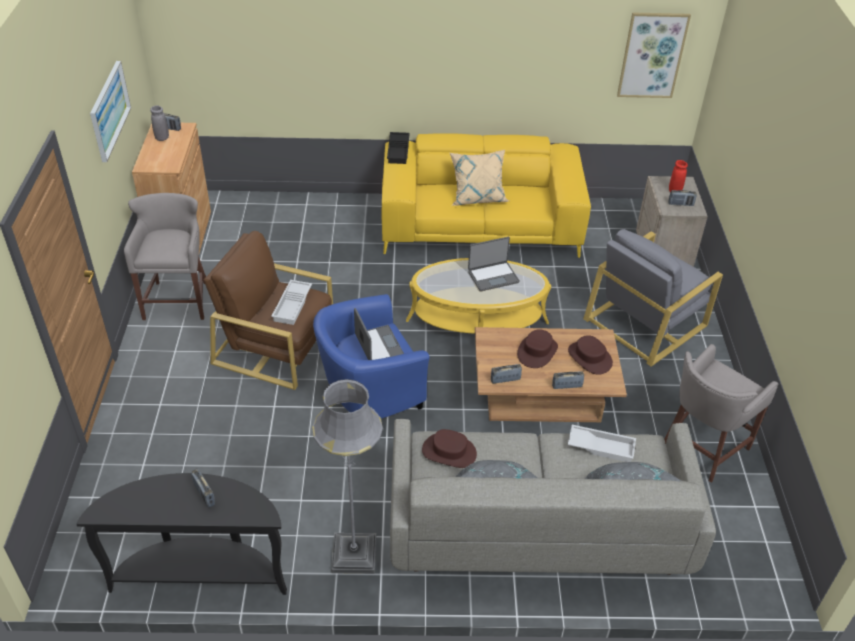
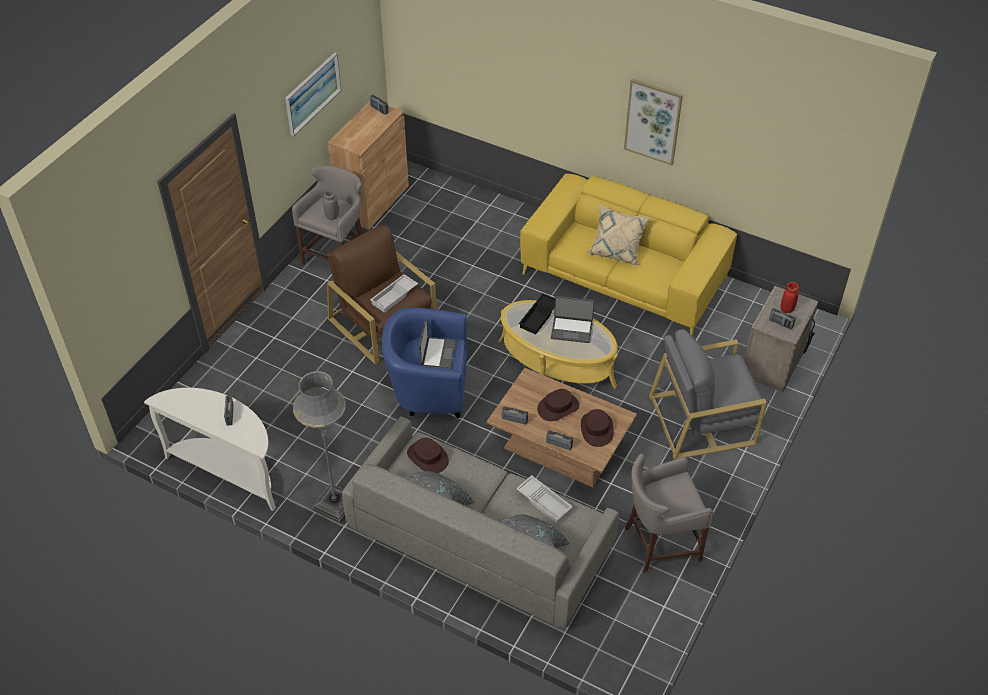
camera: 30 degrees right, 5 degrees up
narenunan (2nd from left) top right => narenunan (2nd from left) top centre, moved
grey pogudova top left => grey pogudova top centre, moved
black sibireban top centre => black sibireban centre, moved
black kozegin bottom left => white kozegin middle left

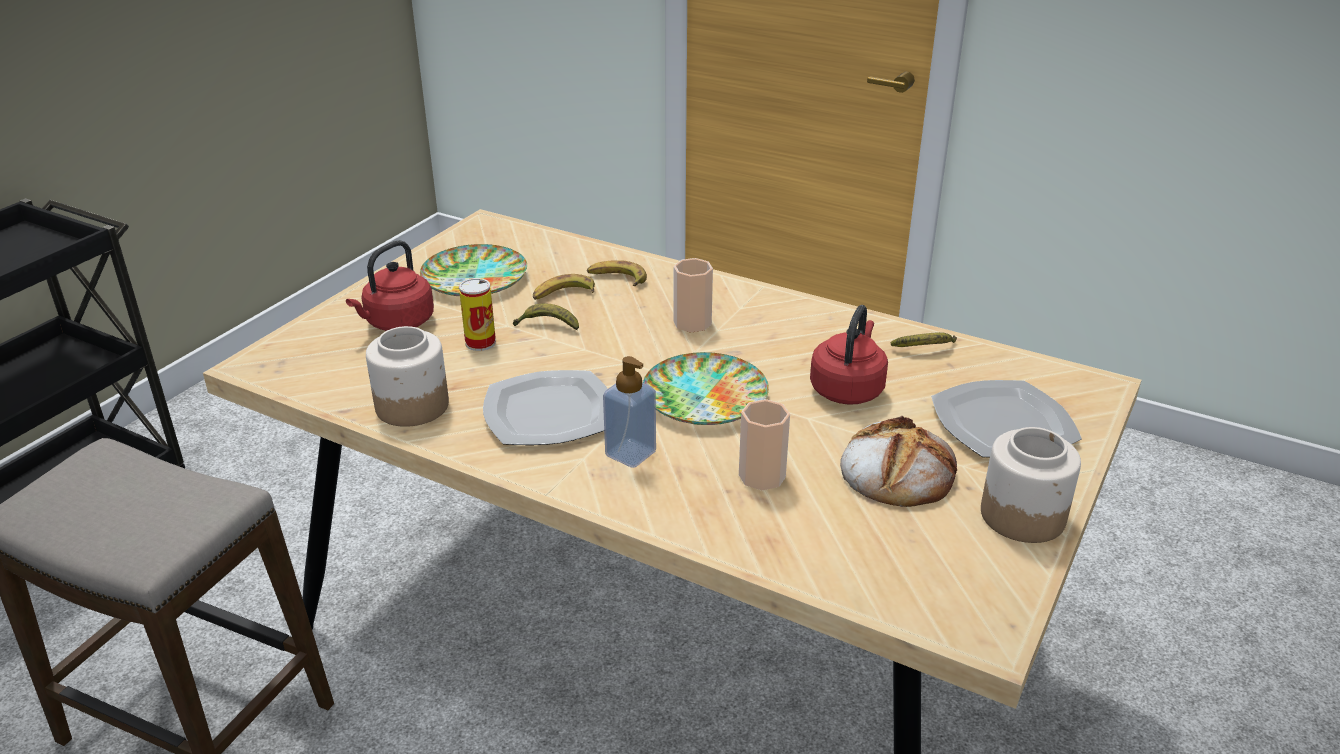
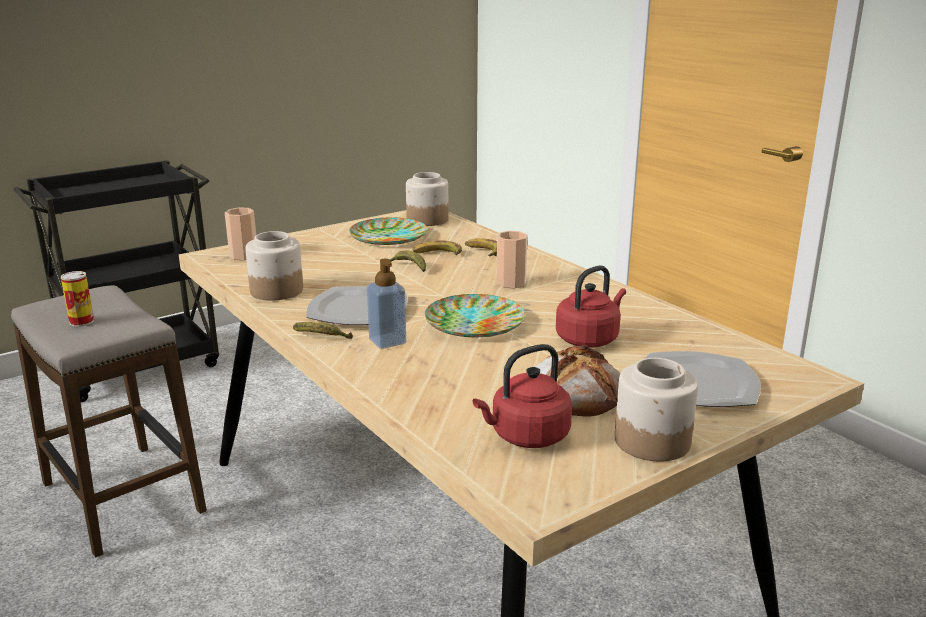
camera: 25 degrees right, 10 degrees down
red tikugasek (1st from left) middle left => red tikugasek (1st from left) centre, moved
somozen centre => somozen middle left, moved
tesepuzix (4th from left in the first image) middle right => tesepuzix (1st from left) centre, moved
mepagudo (2nd from left in the first image) centre => mepagudo (1st from left) middle left, moved
nothing => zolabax (2nd from left) top centre

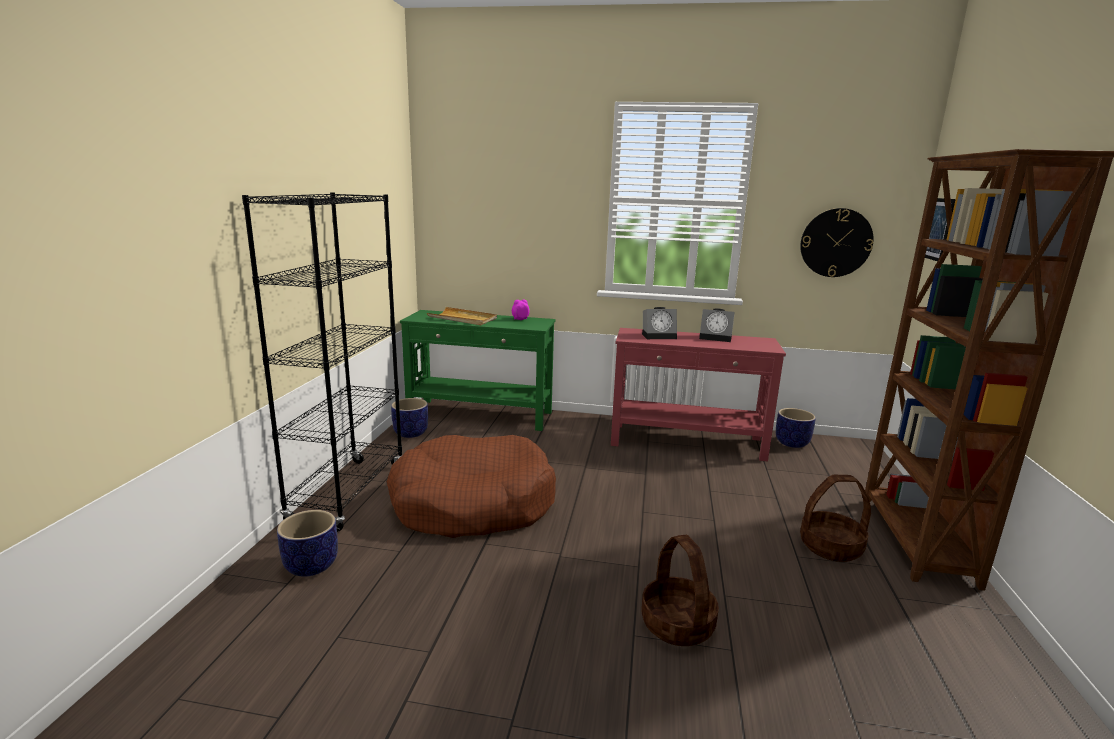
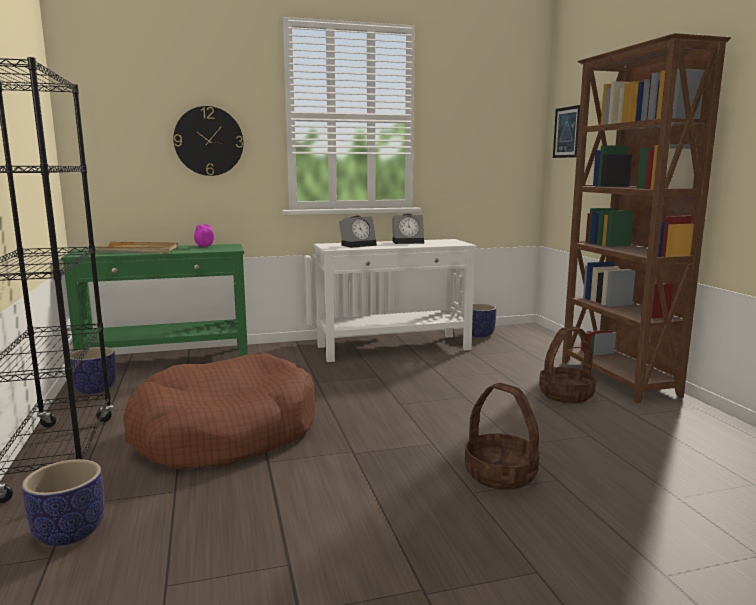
camera: 25 degrees left, 5 degrees down
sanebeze top right => sanebeze top left, moved
red kozegin centre => white kozegin centre

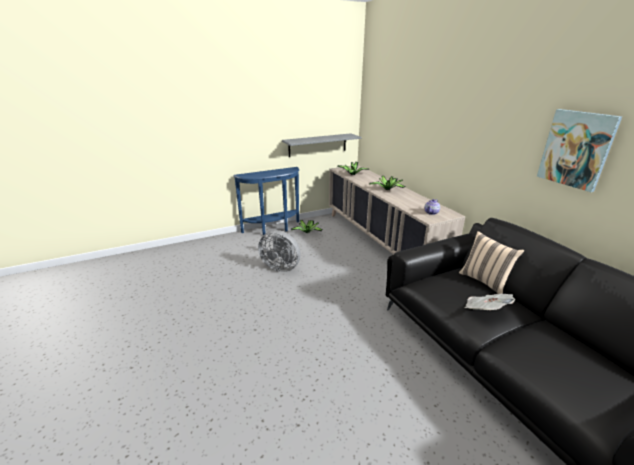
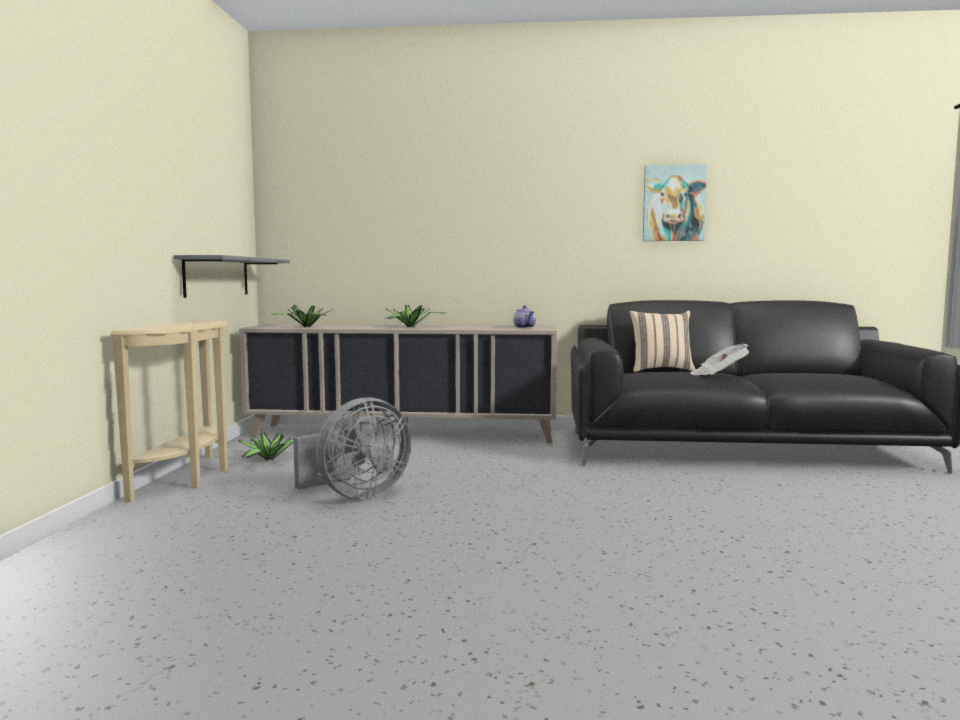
camera: 60 degrees left, 20 degrees down
blue kozegin centre => beige kozegin middle left

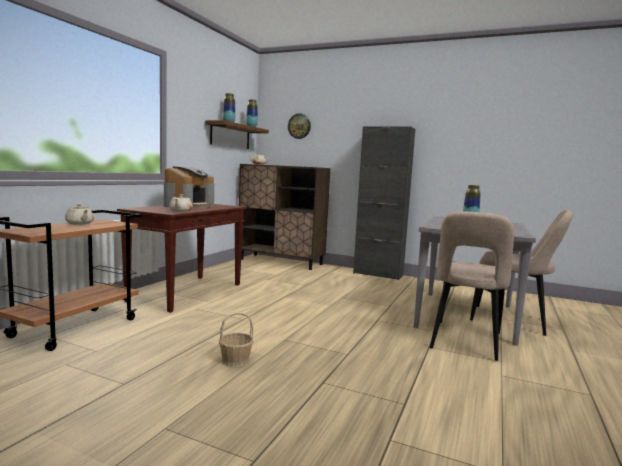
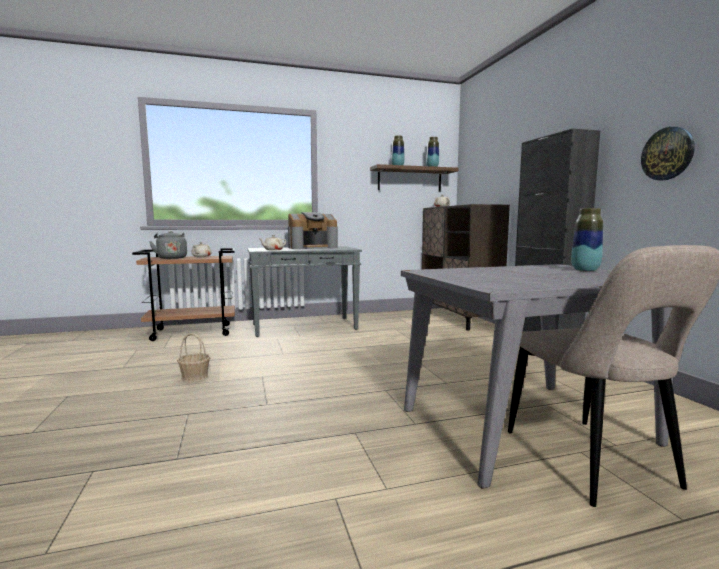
camera: 50 degrees right, 0 degrees up
sanebeze top centre => sanebeze top right, moved
brown kozegin middle left => grey kozegin centre
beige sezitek (1st from left) middle right => nothing
nothing => grey tikugasek middle left

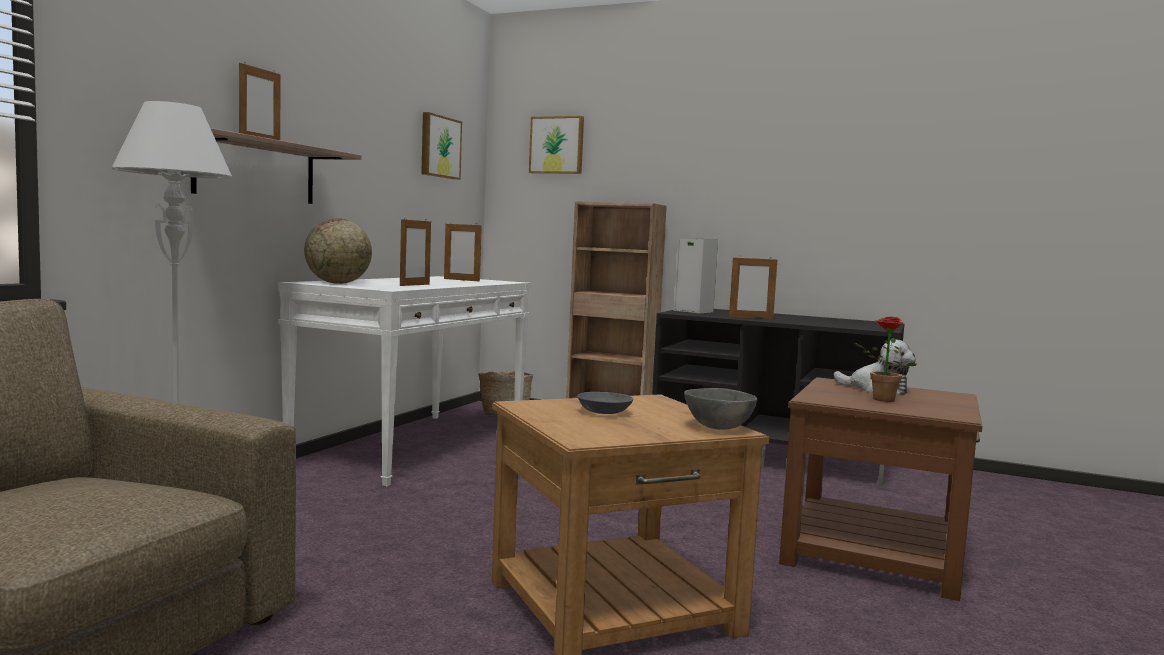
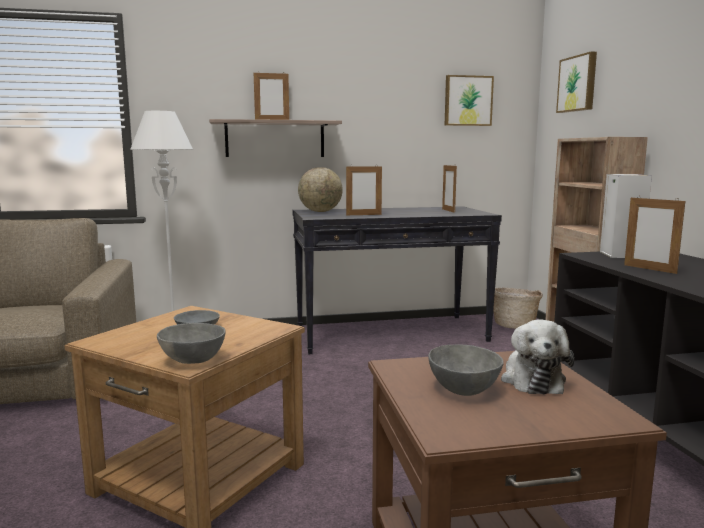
camera: 55 degrees right, 5 degrees up
white kozegin centre => black kozegin centre
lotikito middle right => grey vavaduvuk (3rd from left) bottom centre

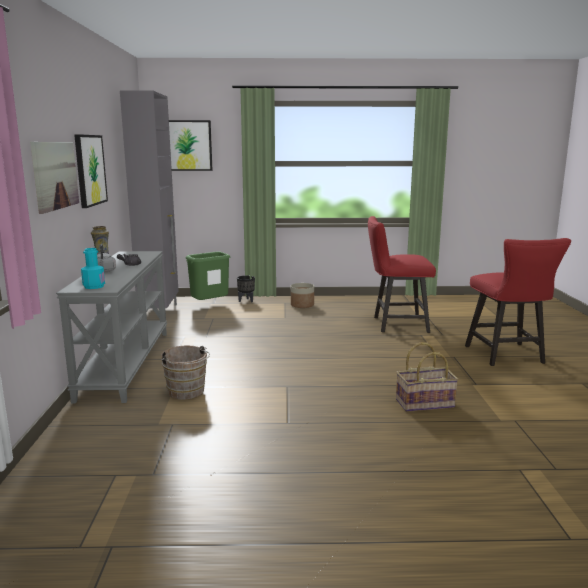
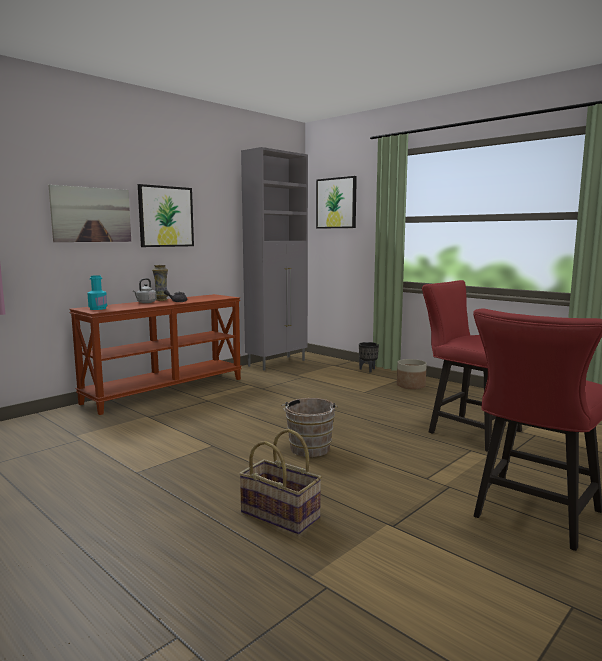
camera: 45 degrees right, 5 degrees down
grey kozegin middle left => brown kozegin middle left
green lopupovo centre => nothing
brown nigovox middle left => brown nigovox centre, moved

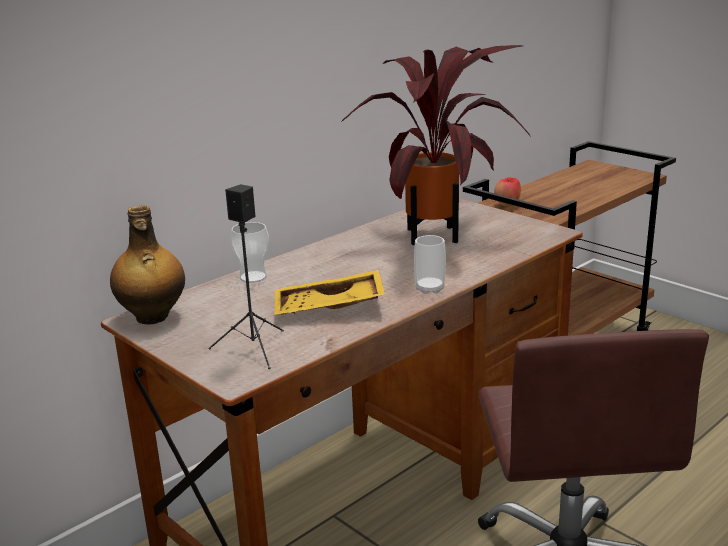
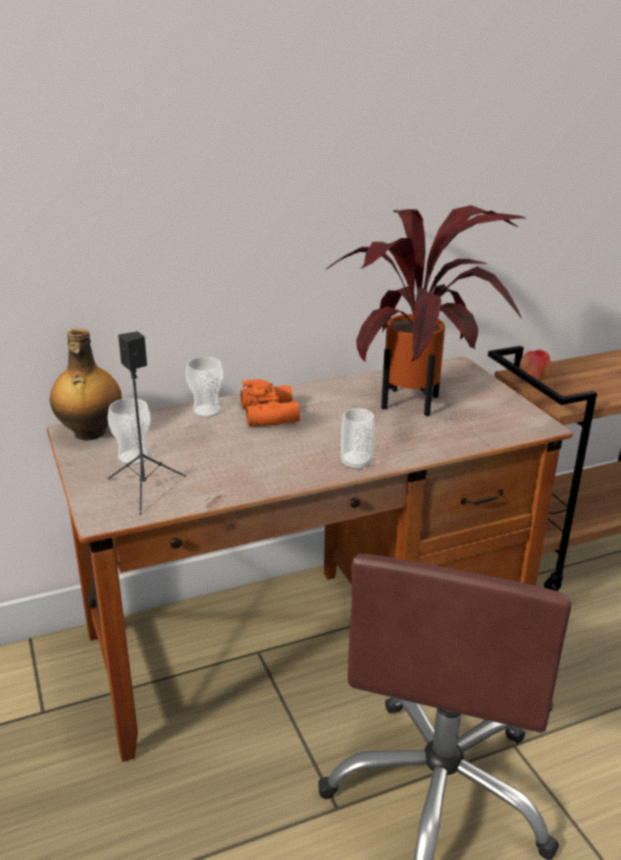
camera: 20 degrees right, 5 degrees up
yellow sibireban centre => nothing
nothing => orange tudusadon centre
nothing => mepagudo (1st from left) middle left

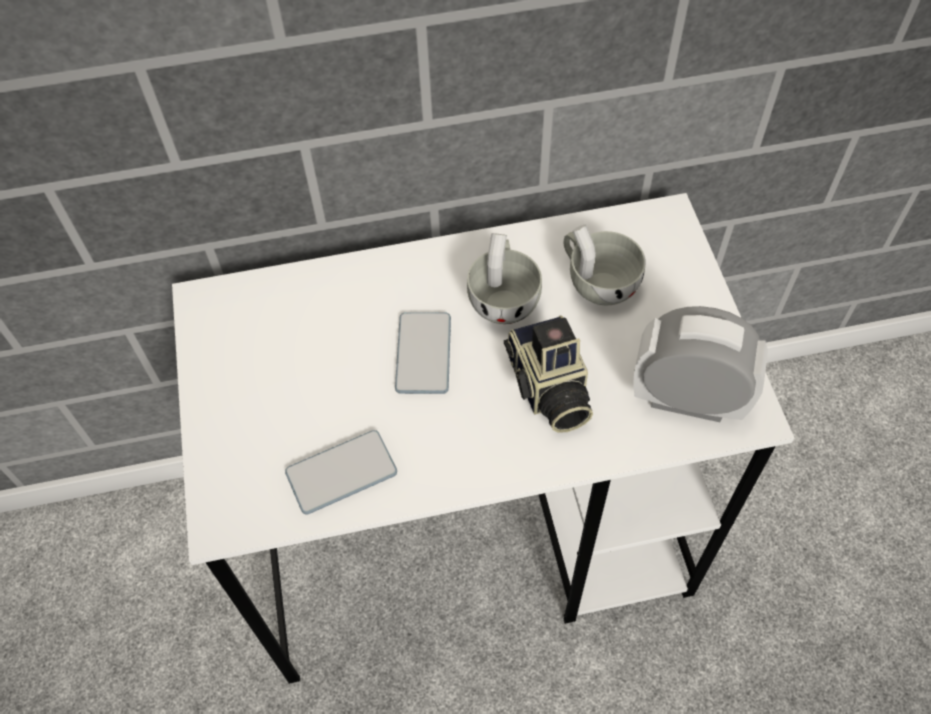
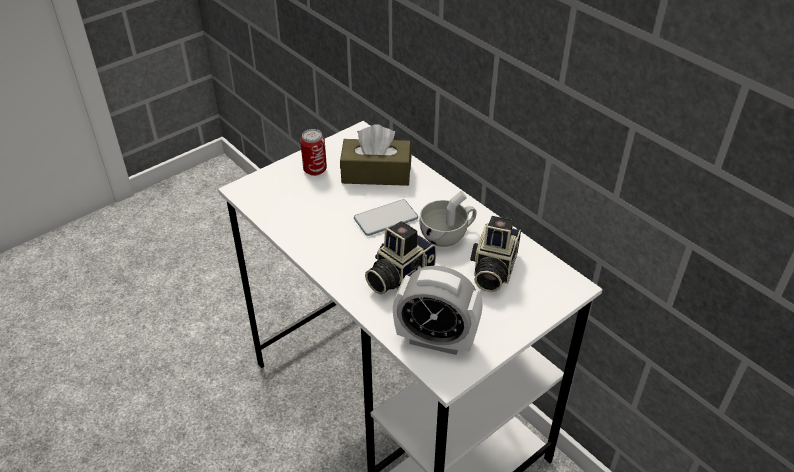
camera: 60 degrees right, 15 degrees down
white mepagudo (2nd from left) centre => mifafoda (2nd from left) centre
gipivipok middle right => gipivipok centre, 120 degrees clockwise
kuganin (1st from left) centre => nothing
nothing => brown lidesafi top centre
nothing => somozen top centre

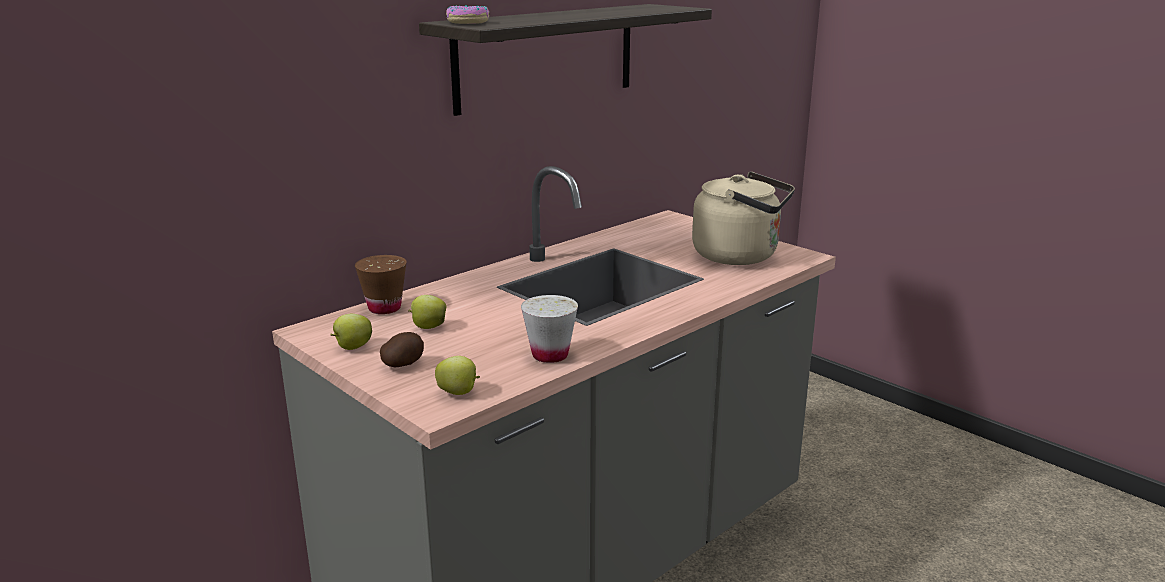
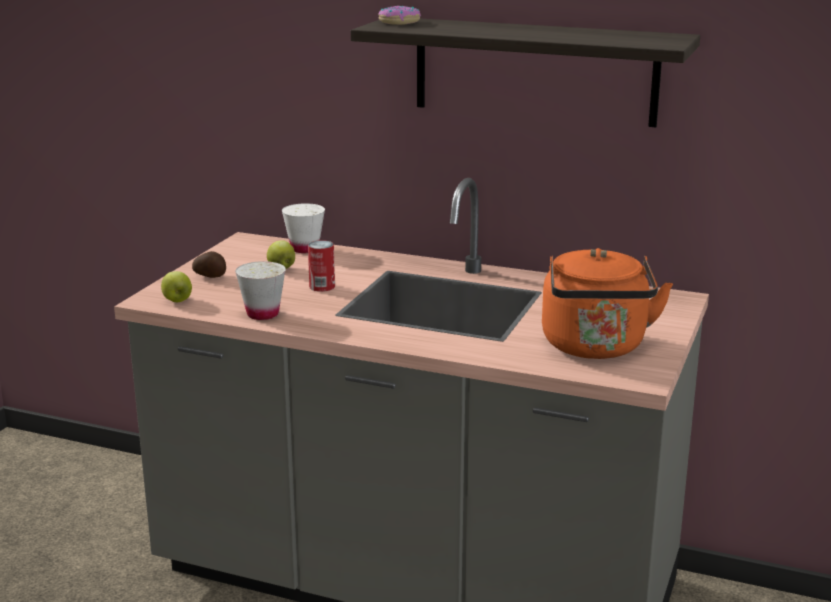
camera: 65 degrees right, 0 degrees up
beige tikugasek centre => orange tikugasek middle right
brown mepagudo middle left => white mepagudo (2nd from left) centre
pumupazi (1st from left) middle left => nothing
nothing => somozen centre

